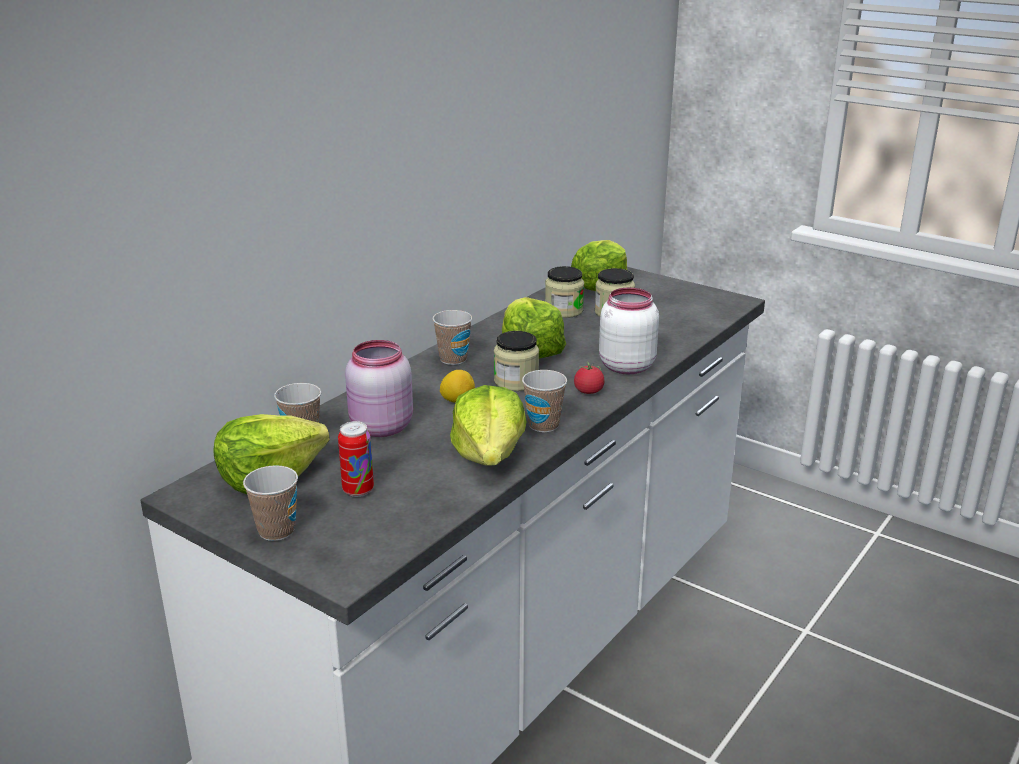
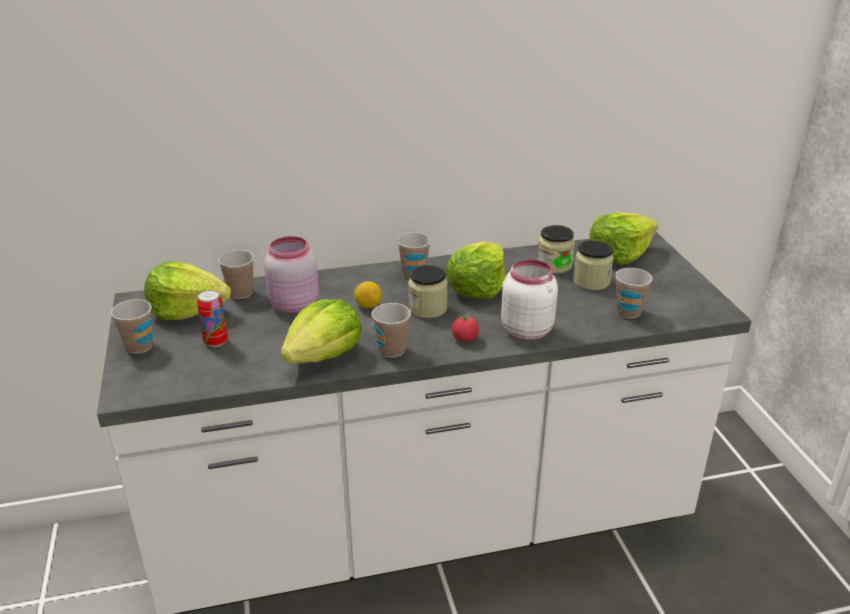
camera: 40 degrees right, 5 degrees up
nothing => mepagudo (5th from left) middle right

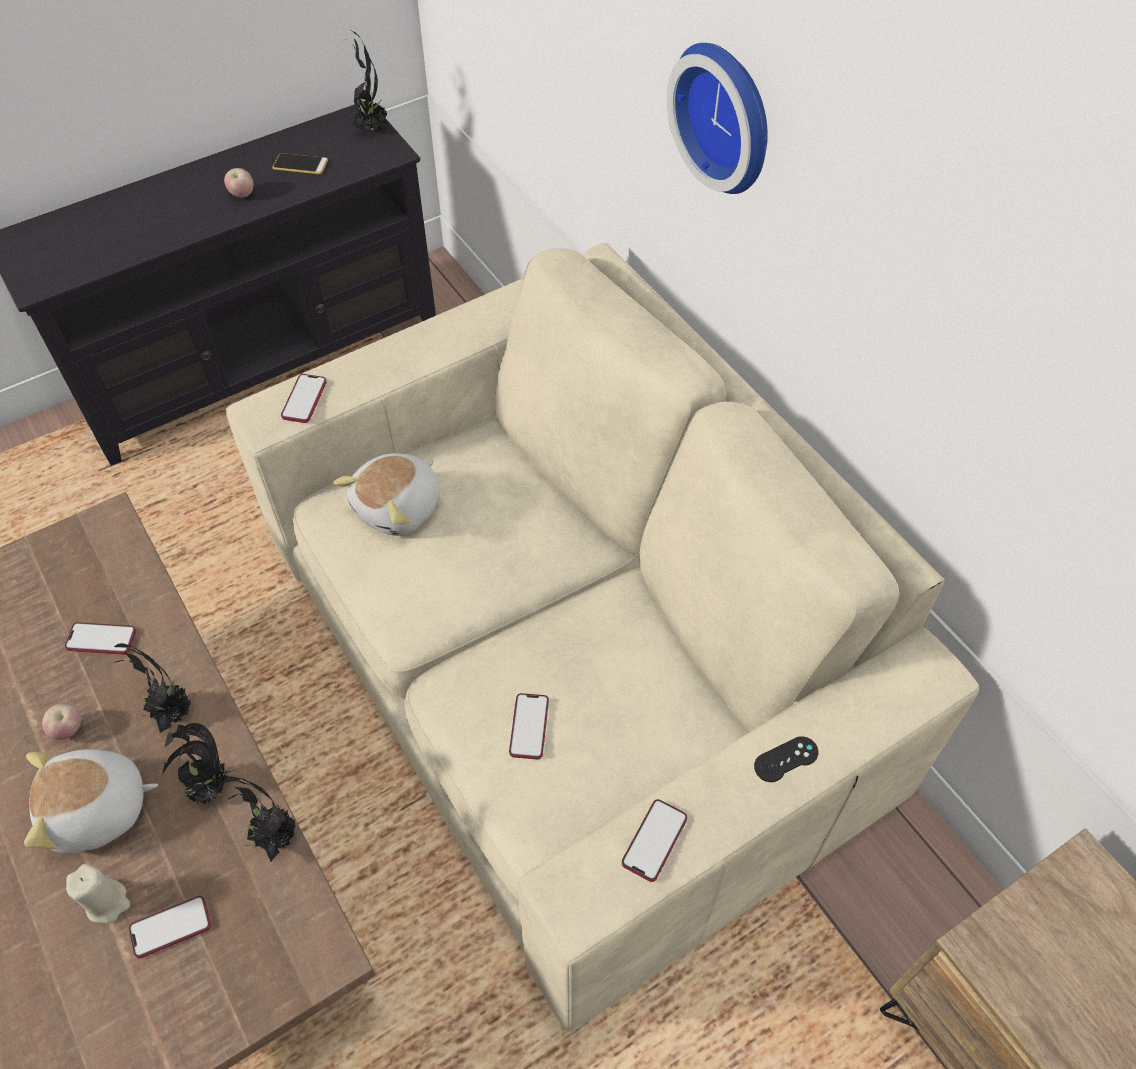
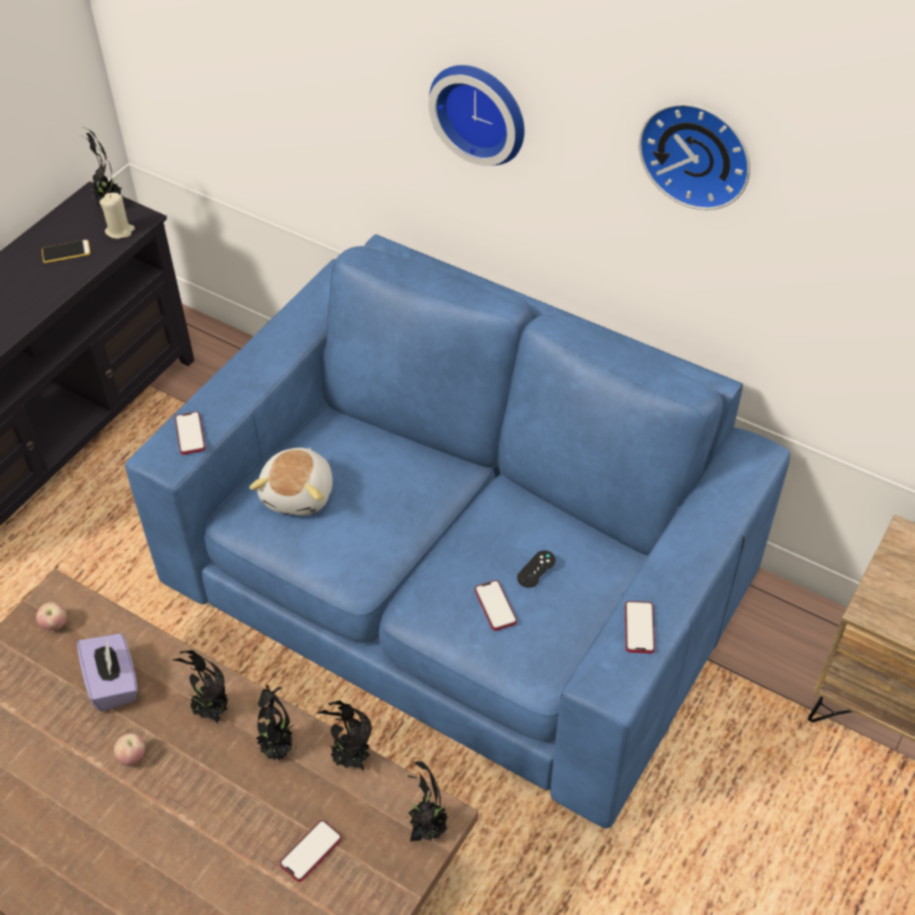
camera: 25 degrees left, 5 degrees down
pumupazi (2nd from left in the first image) top left => pumupazi (1st from left) bottom left, moved
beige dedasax centre => blue dedasax centre
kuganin (1st from left) middle left => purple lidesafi bottom left
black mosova bottom right => black mosova centre, moved
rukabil (1st from left) bottom left => nothing
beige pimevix bottom left => beige pimevix top left, moved
nothing => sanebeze (2nd from left) top right
nothing => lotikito (5th from left) bottom centre

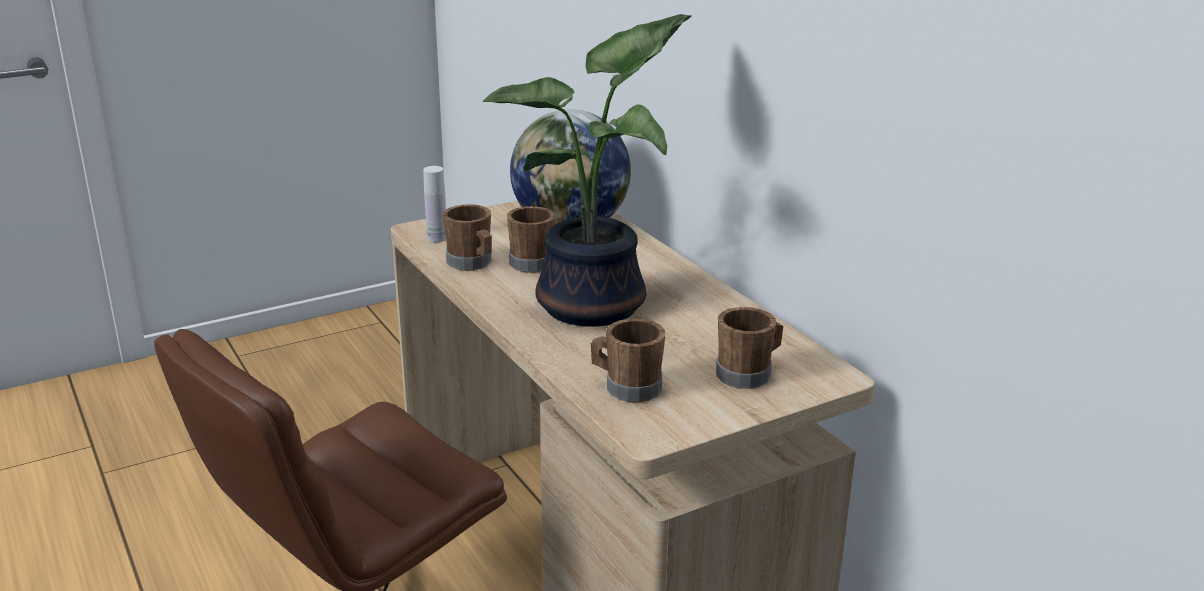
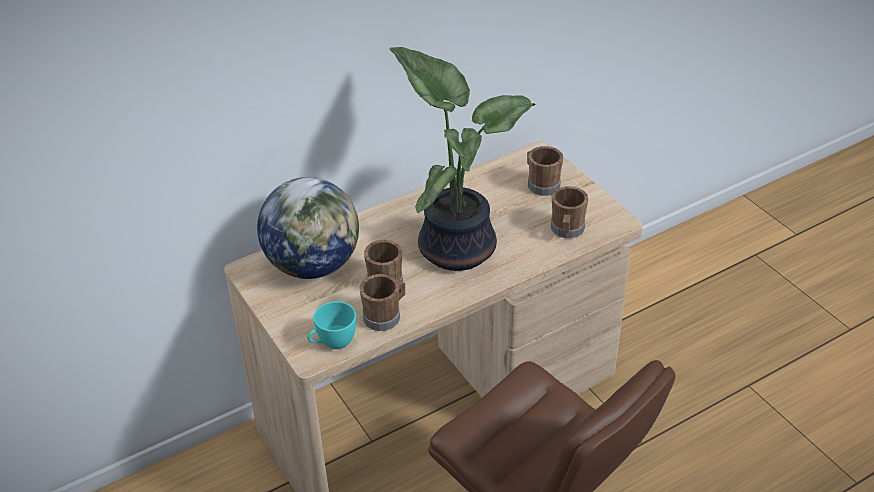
camera: 90 degrees left, 15 degrees up
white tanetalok centre => turquoise mepagudo centre

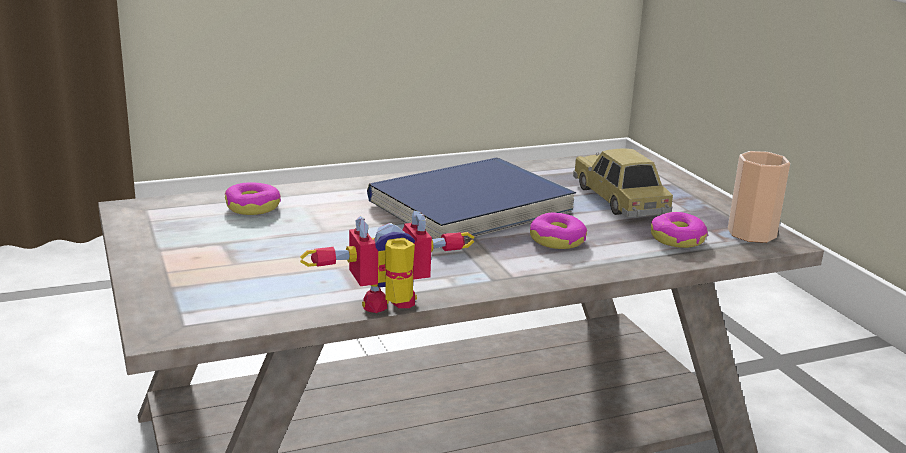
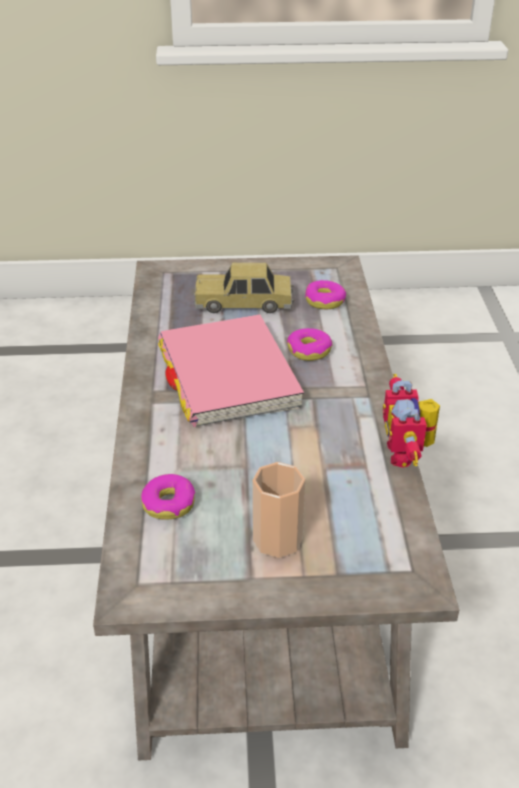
camera: 70 degrees left, 15 degrees up
mepagudo middle right => mepagudo centre, moved
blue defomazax centre => pink defomazax centre

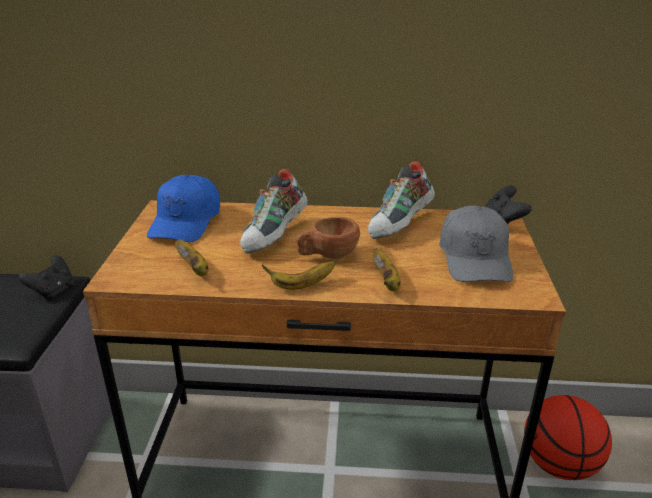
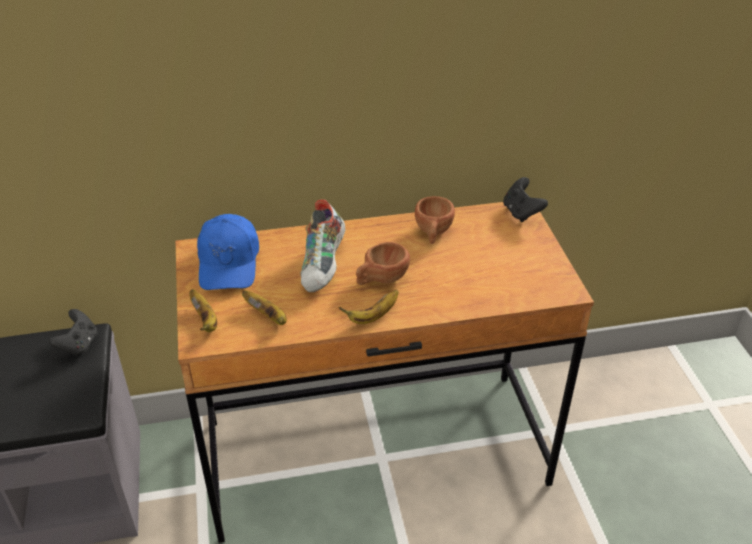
camera: 15 degrees left, 10 degrees up
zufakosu (2nd from left) centre => brown mepagudo (2nd from left) centre
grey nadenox middle right => nothing
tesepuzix (3rd from left in the first image) centre => tesepuzix (1st from left) middle left, moved
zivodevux bottom right => nothing

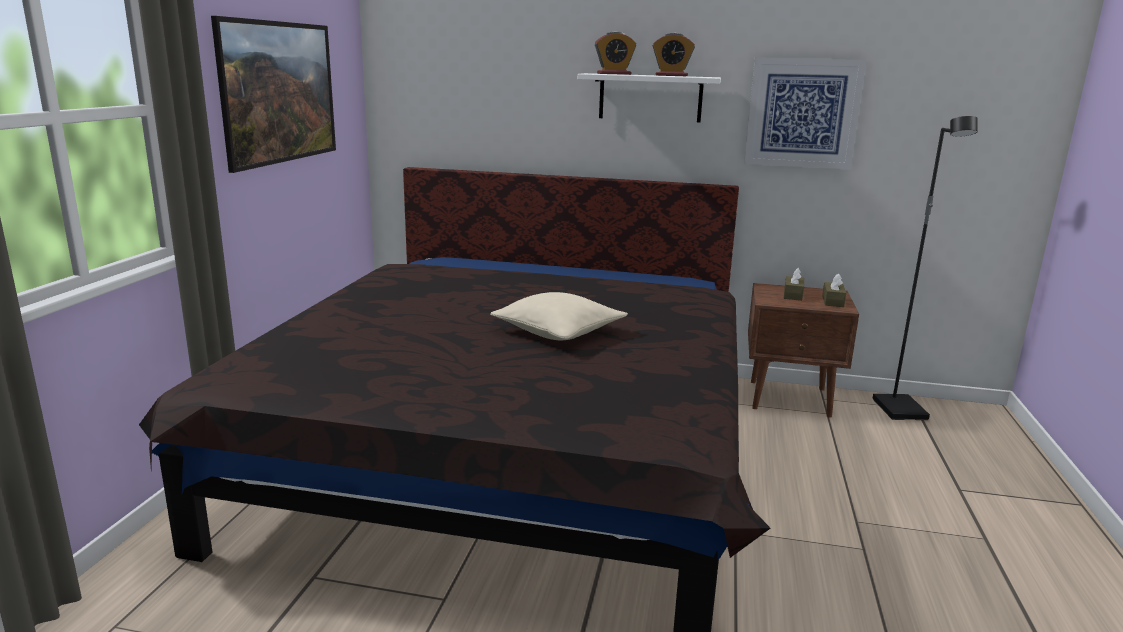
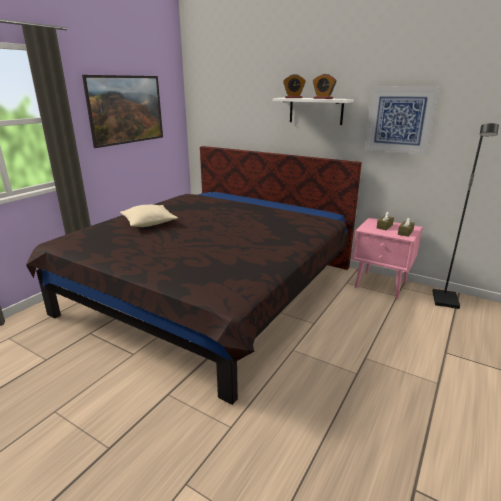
camera: 20 degrees right, 5 degrees up
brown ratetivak middle right => pink ratetivak middle right
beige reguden centre => beige reguden middle left, moved

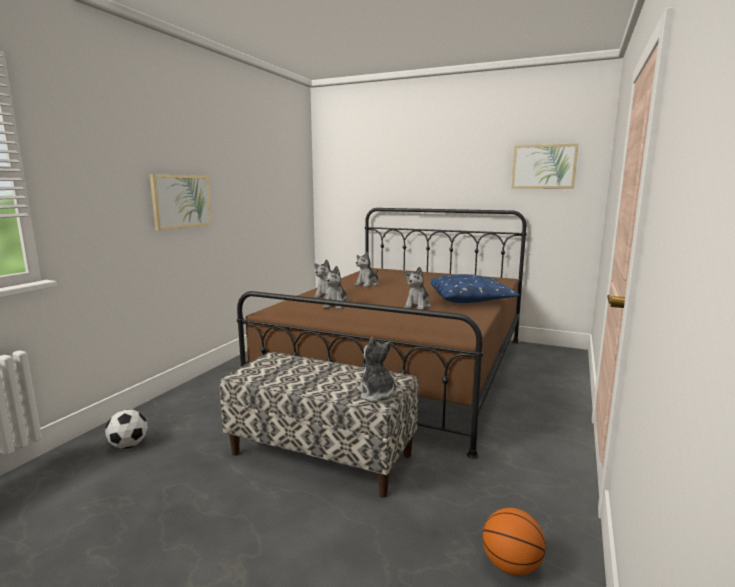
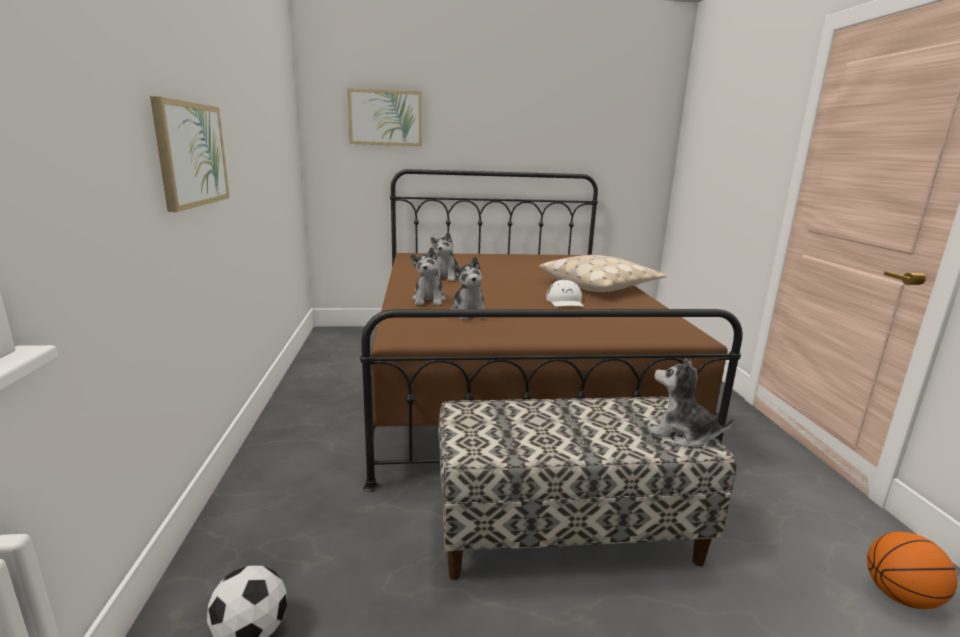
camera: 30 degrees left, 5 degrees up
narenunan (2nd from left) top right => narenunan (2nd from left) top centre, moved
rukabil (5th from left) centre => white nadenox centre
blue reguden centre => beige reguden centre

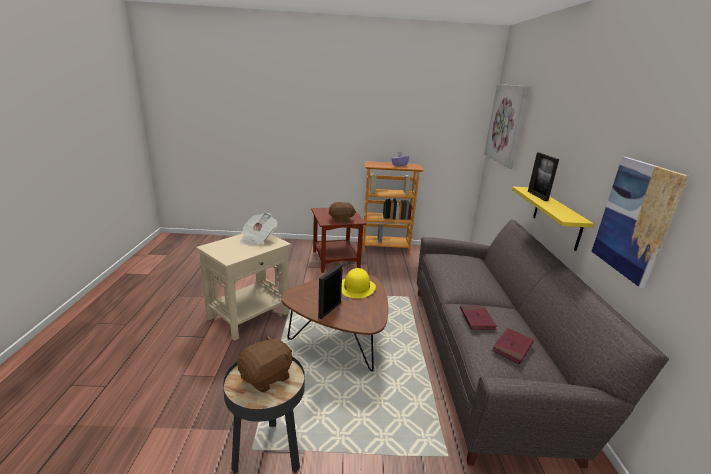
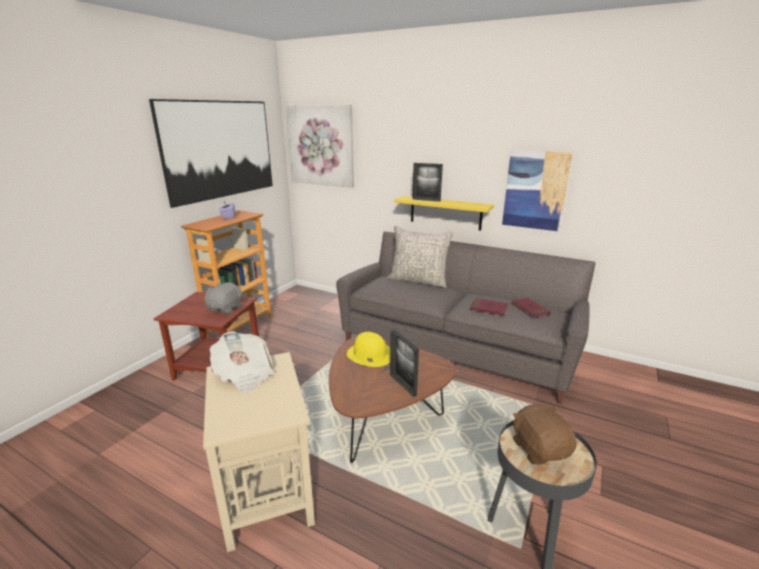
camera: 60 degrees left, 0 degrees up
brown rukabil (2nd from left) centre => grey rukabil middle left
nothing => narenunan (1st from left) top left
nothing => grey reguden centre

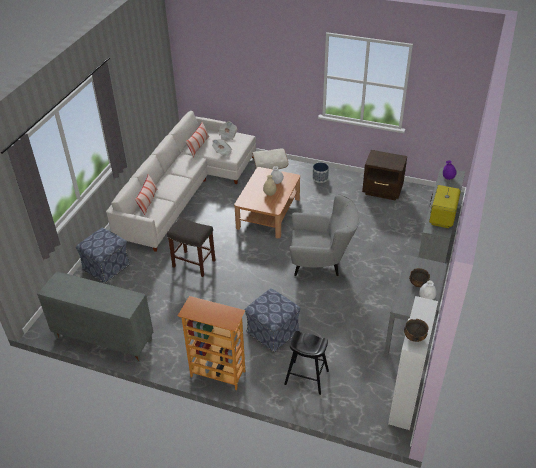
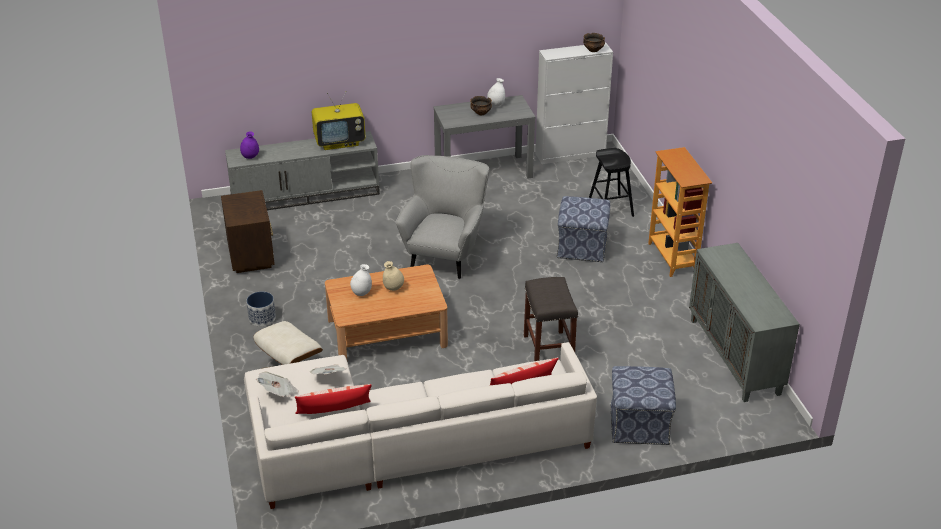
camera: 125 degrees left, 5 degrees down
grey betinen centre, 45 degrees clockwise

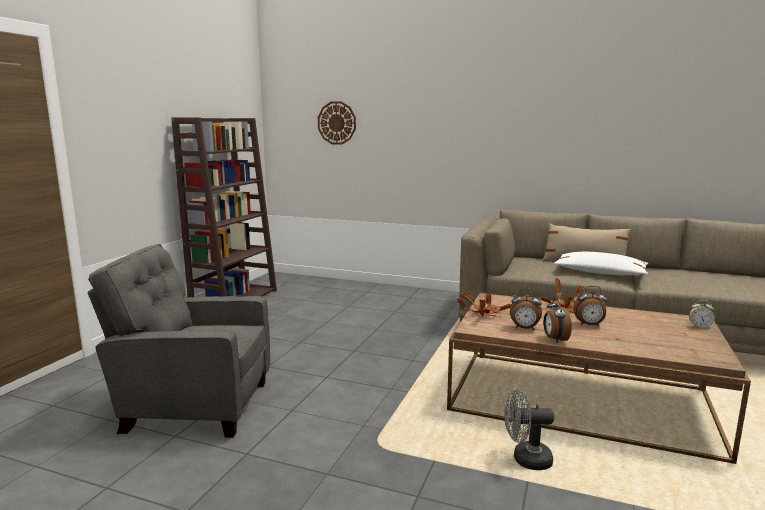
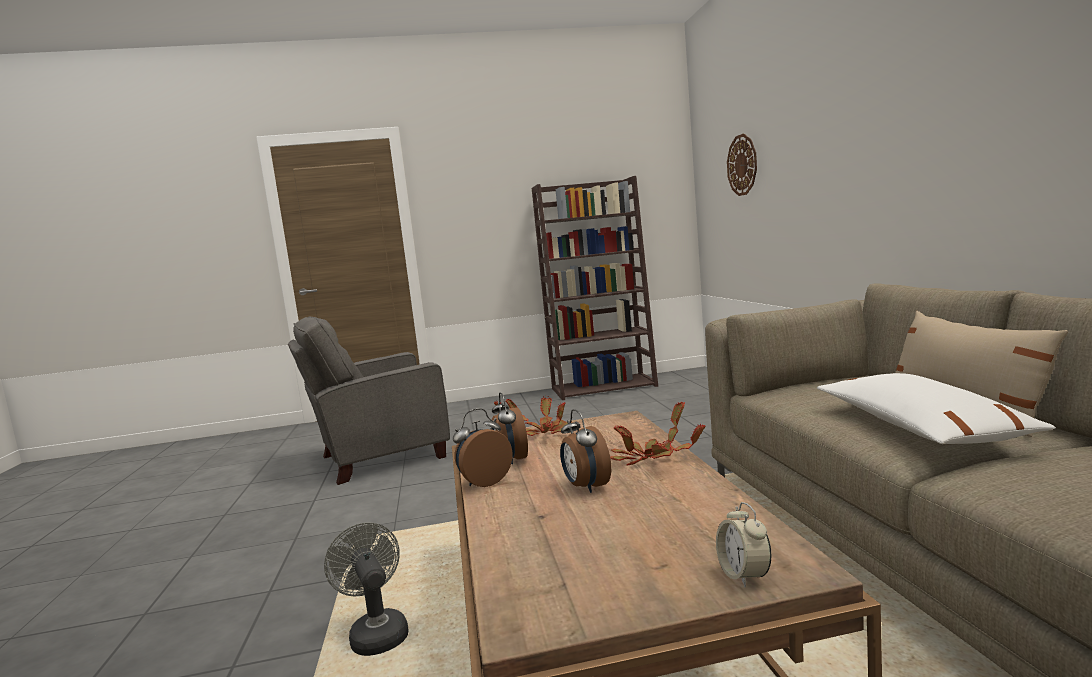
camera: 60 degrees right, 5 degrees down
grey betinen bottom left => grey betinen centre, 90 degrees counterclockwise

